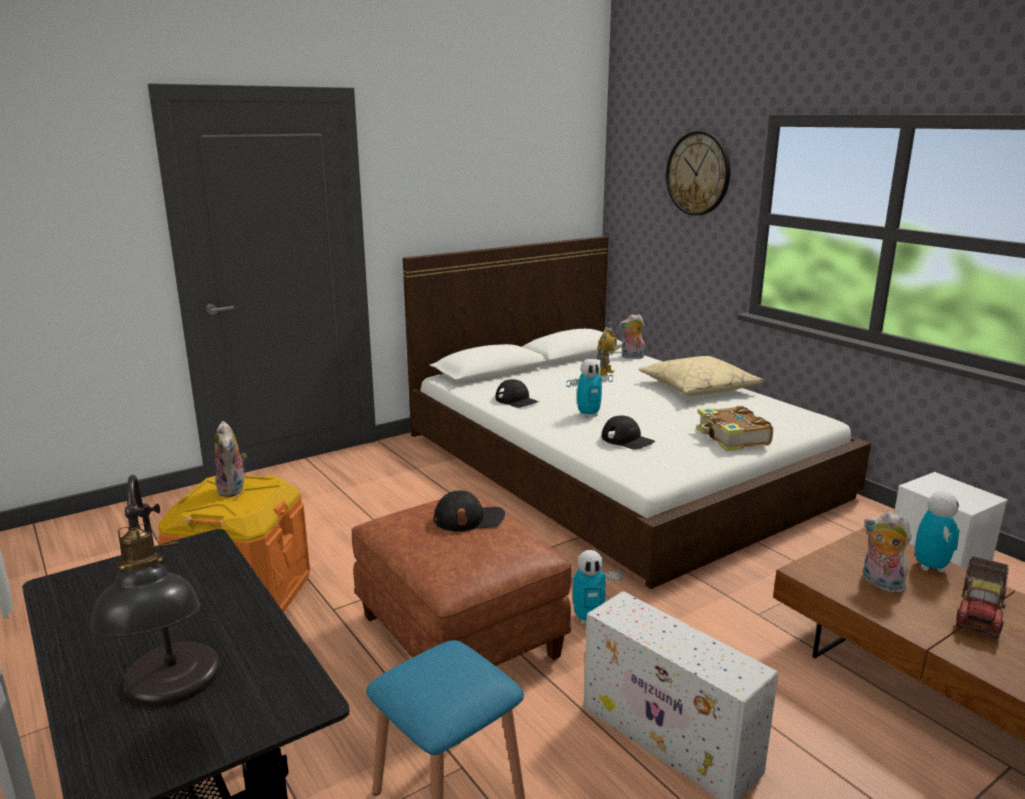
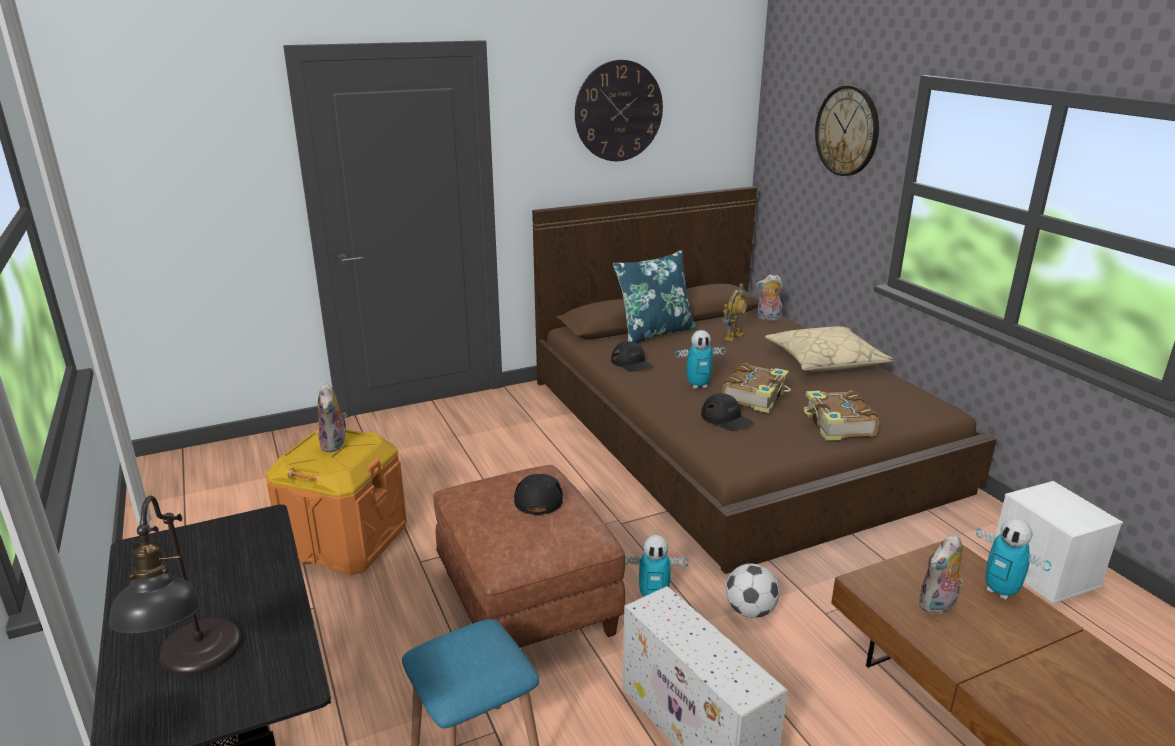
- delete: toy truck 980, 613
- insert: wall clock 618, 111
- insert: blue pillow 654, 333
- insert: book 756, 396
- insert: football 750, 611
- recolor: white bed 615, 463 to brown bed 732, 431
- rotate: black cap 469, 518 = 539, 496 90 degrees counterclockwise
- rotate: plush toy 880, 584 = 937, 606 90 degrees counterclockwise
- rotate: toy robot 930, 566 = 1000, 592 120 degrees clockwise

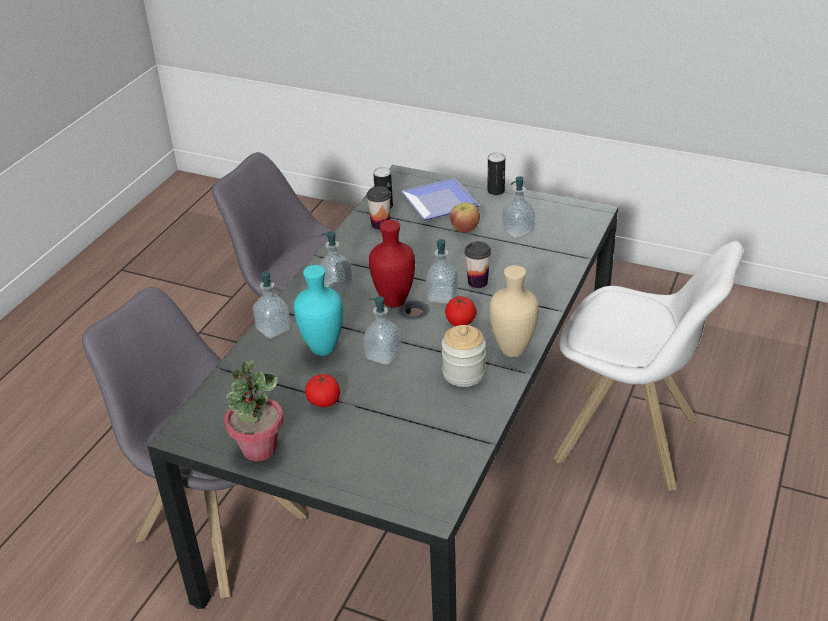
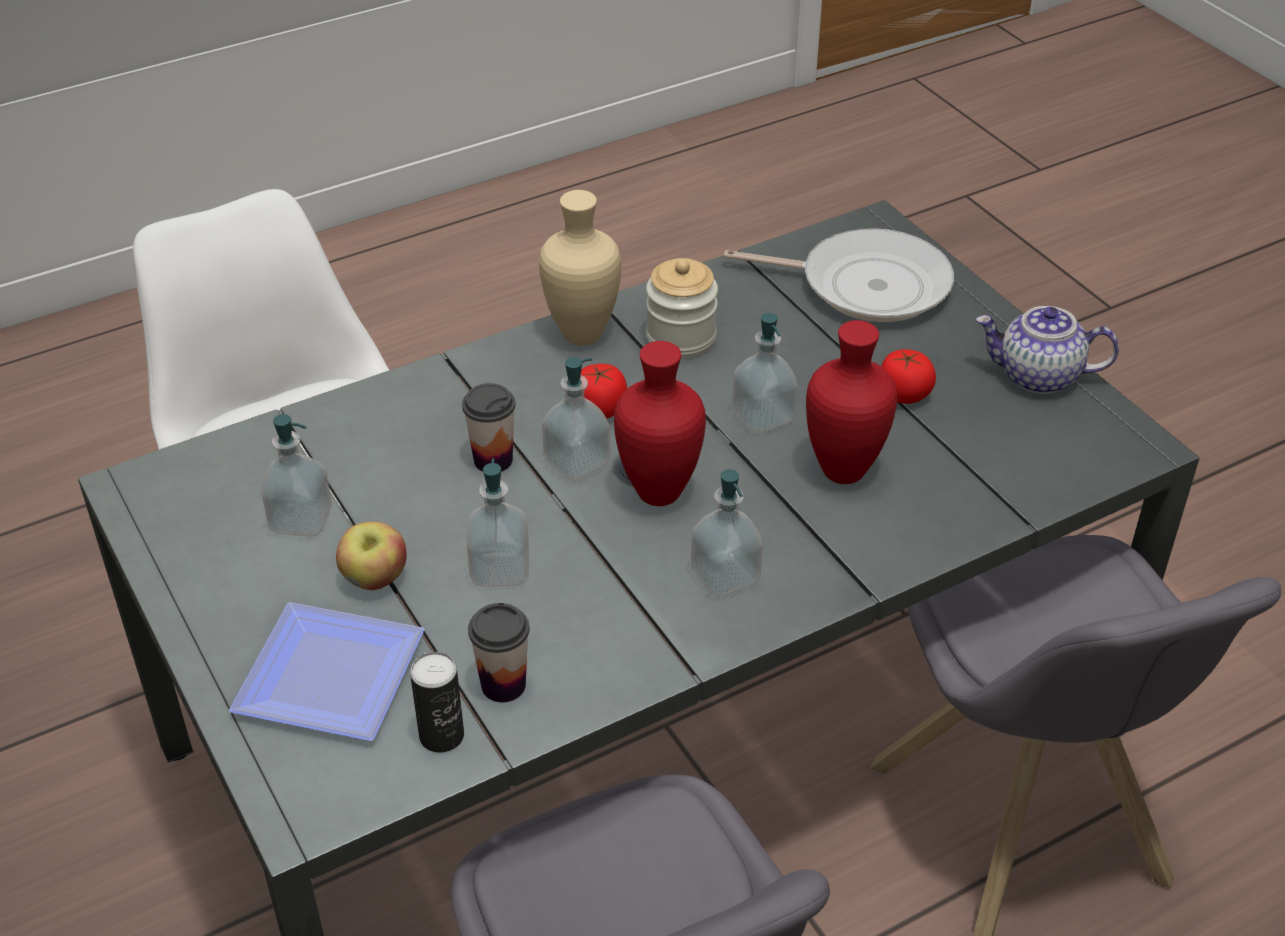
- delete: can 496, 191
- insert: frying pan 866, 285
- move: soap dispenser 273, 329 to 500, 569
- replace: potted plant 259, 448 to teapot 1037, 376
- recolor: turquoise vase 324, 350 to red vase 842, 469

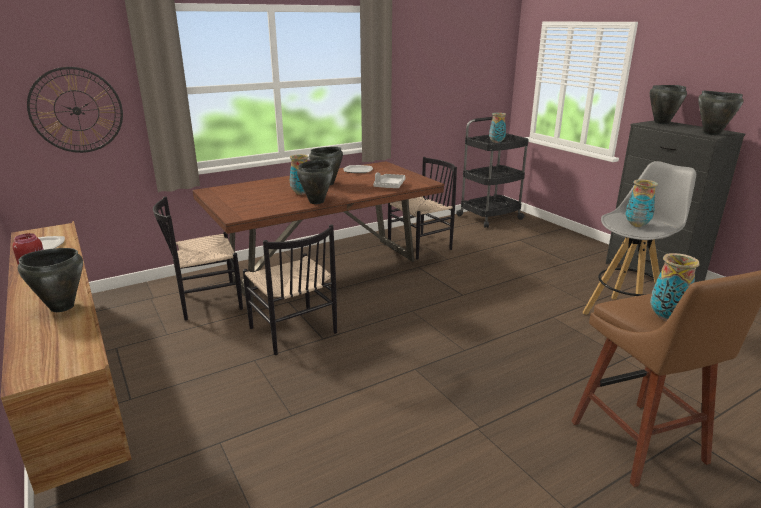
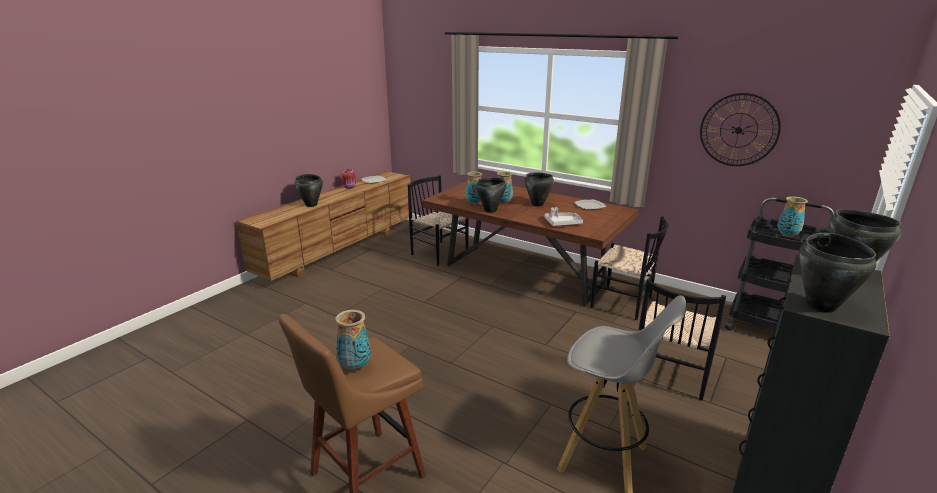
- move: wall clock 76, 110 to 738, 130
- move: black chair 294, 332 to 670, 375
- move: vase 636, 225 to 474, 203

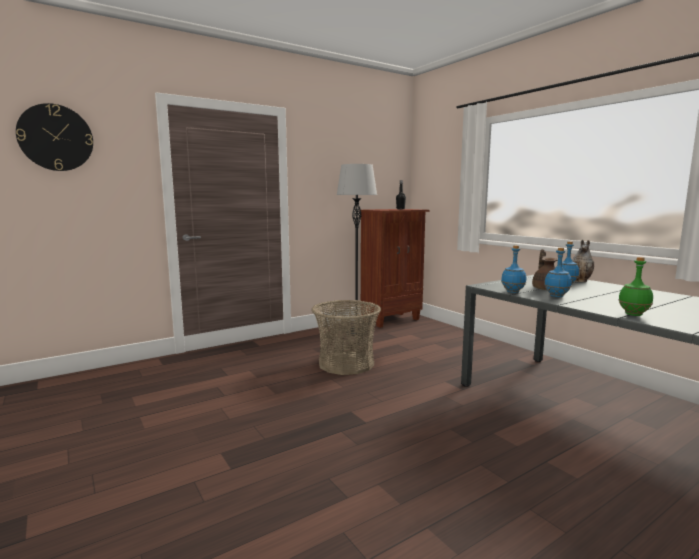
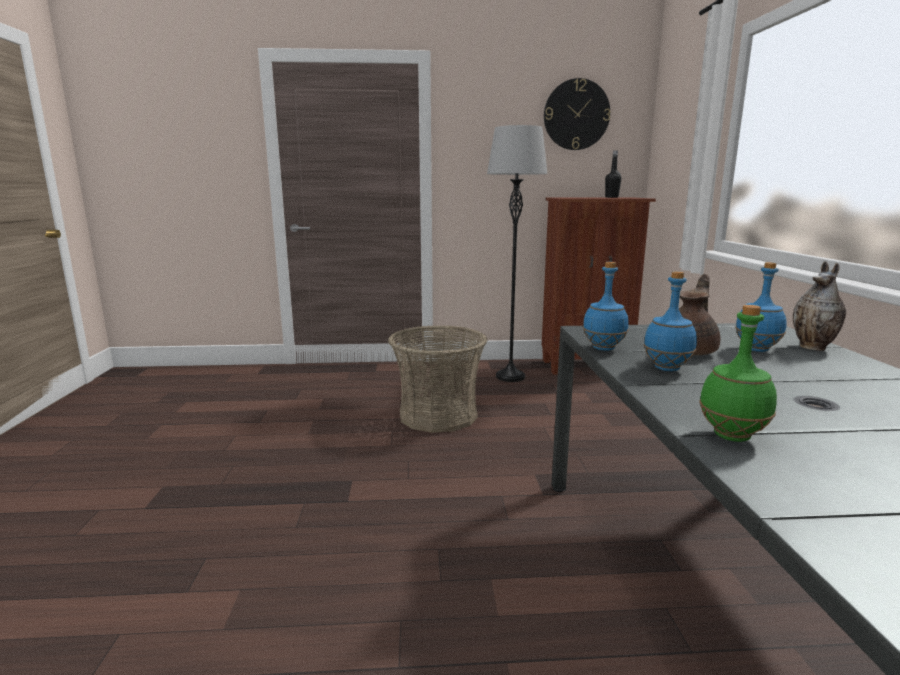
- move: wall clock 56, 137 to 576, 115

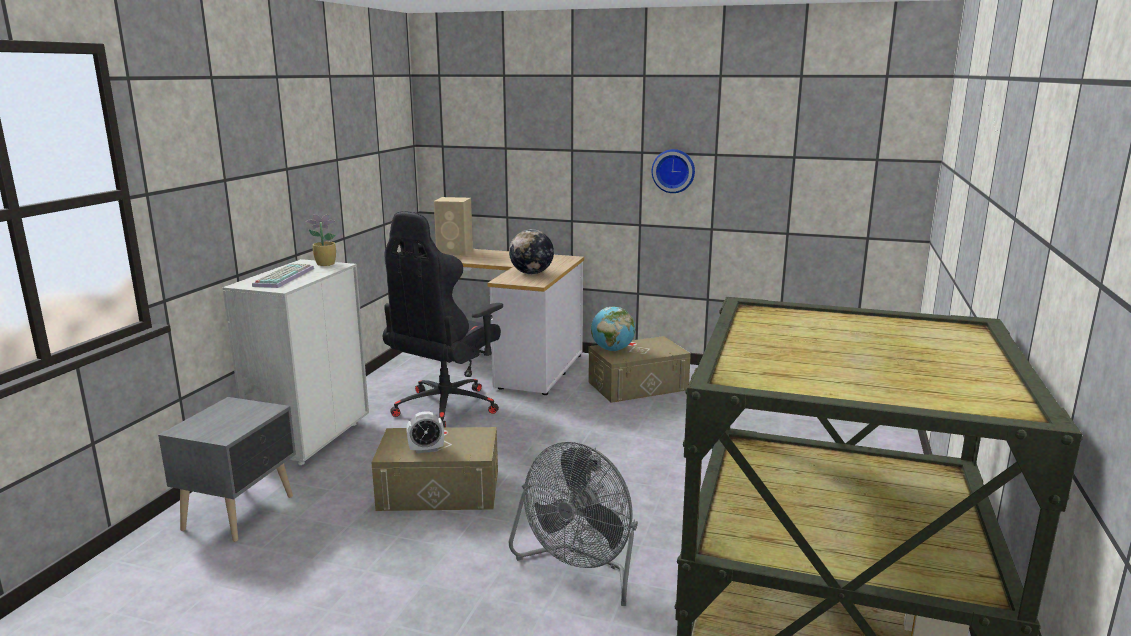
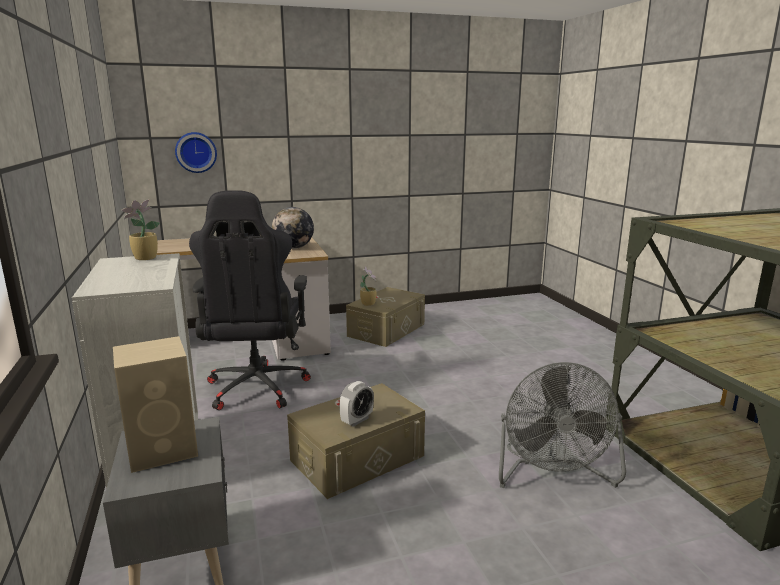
- delete: keyboard 283, 277
- move: beige speaker 455, 252 to 164, 449
- move: wall clock 673, 170 to 196, 152
- replace: globe 612, 350 to potted plant 368, 303

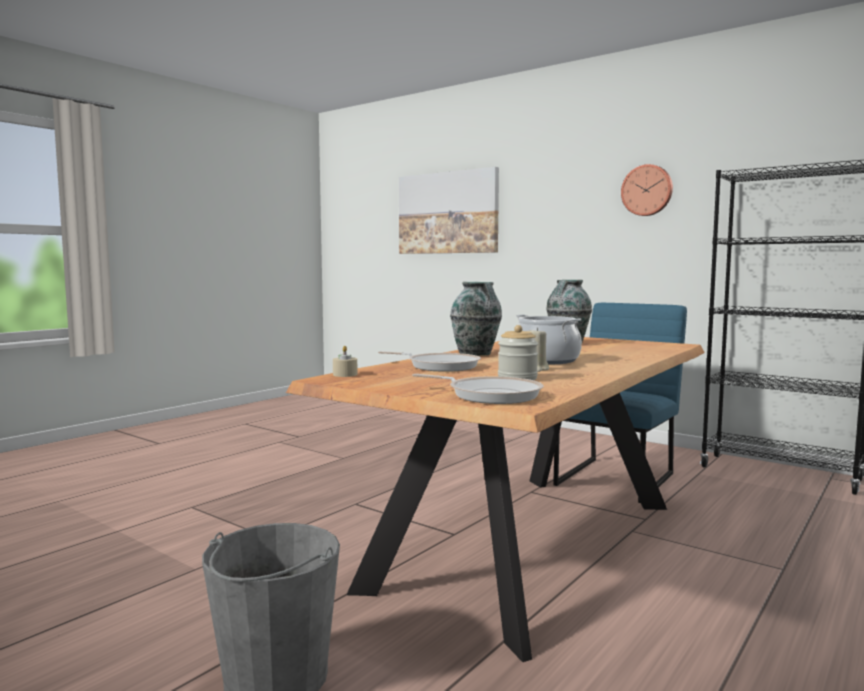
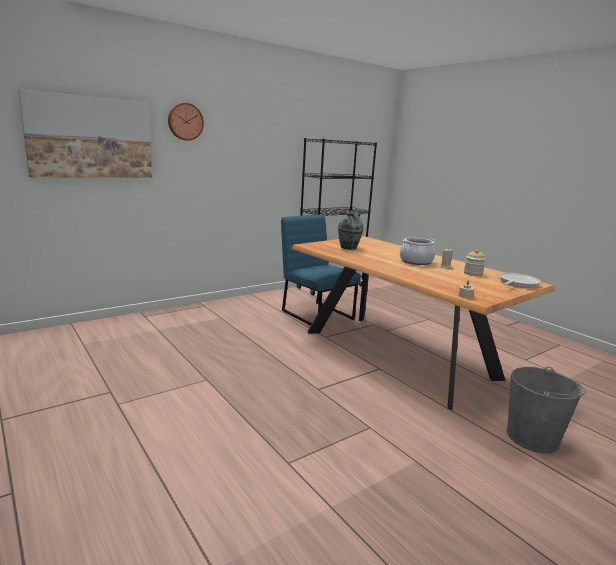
- delete: frying pan 439, 366
- delete: vase 476, 354
- move: wall clock 647, 190 to 185, 121

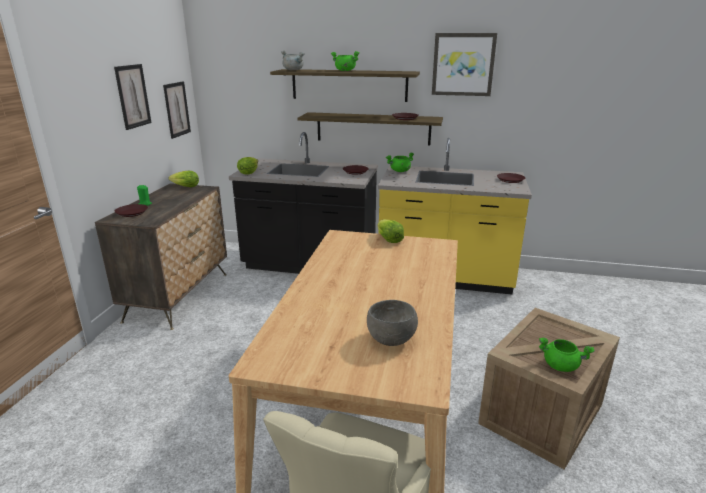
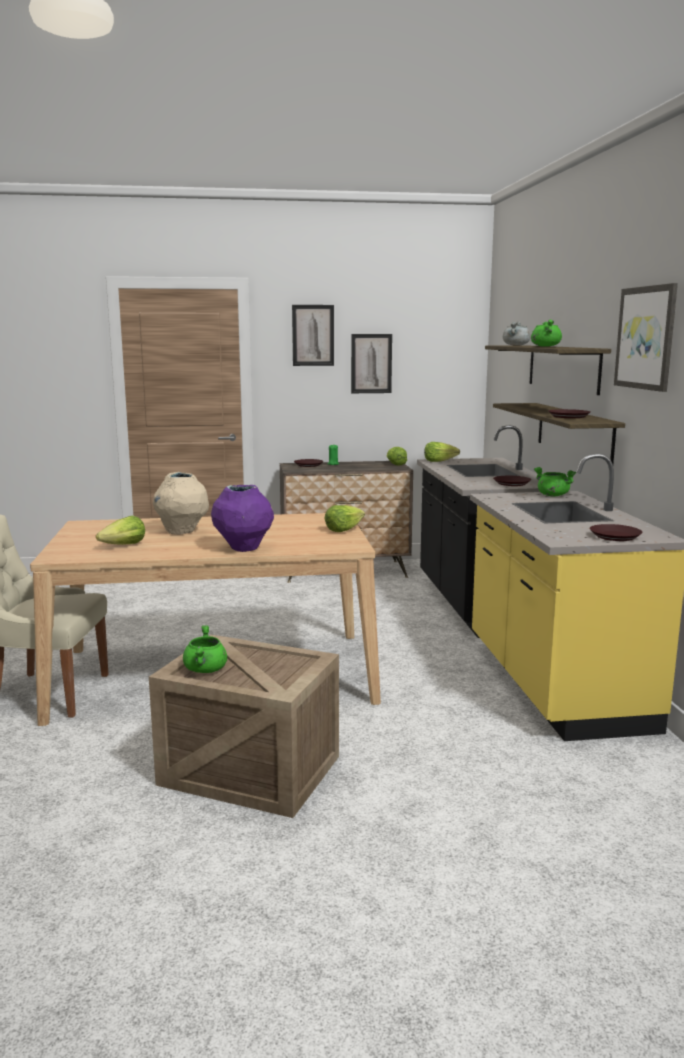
- insert: beige vase 182, 532
- insert: purple vase 244, 549
- move: picture 177, 109 to 313, 335
- replace: grey bowl 391, 339 to lettuce 124, 546

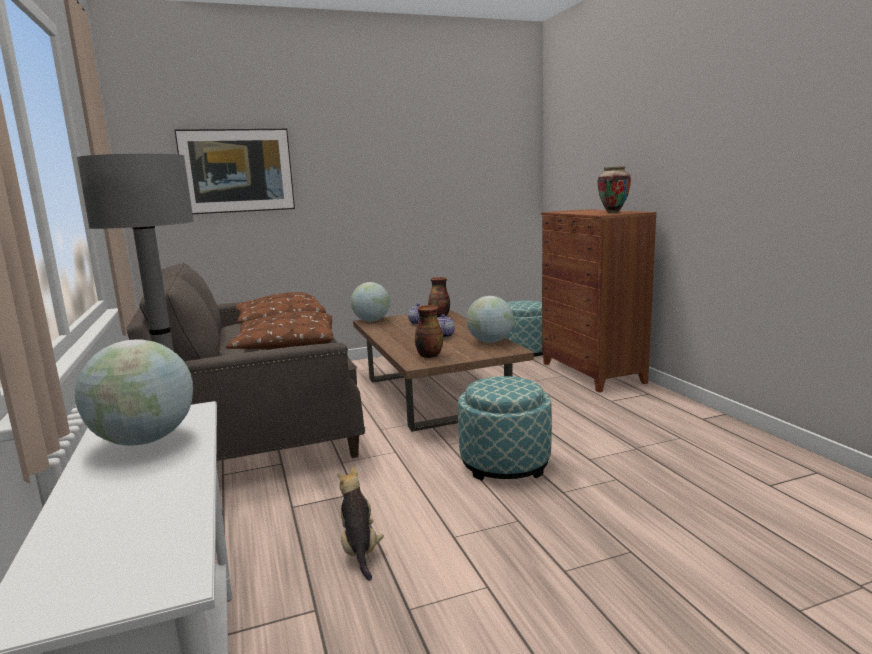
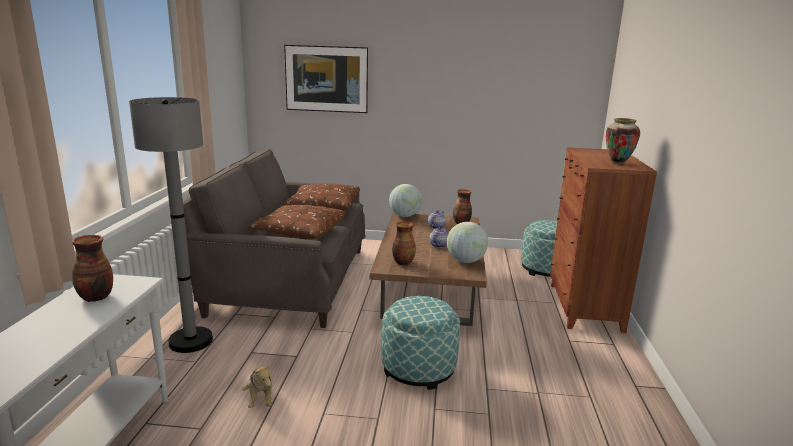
- replace: globe 145, 440 to vase 95, 297
- rotate: plush toy 359, 549 = 260, 398 150 degrees clockwise

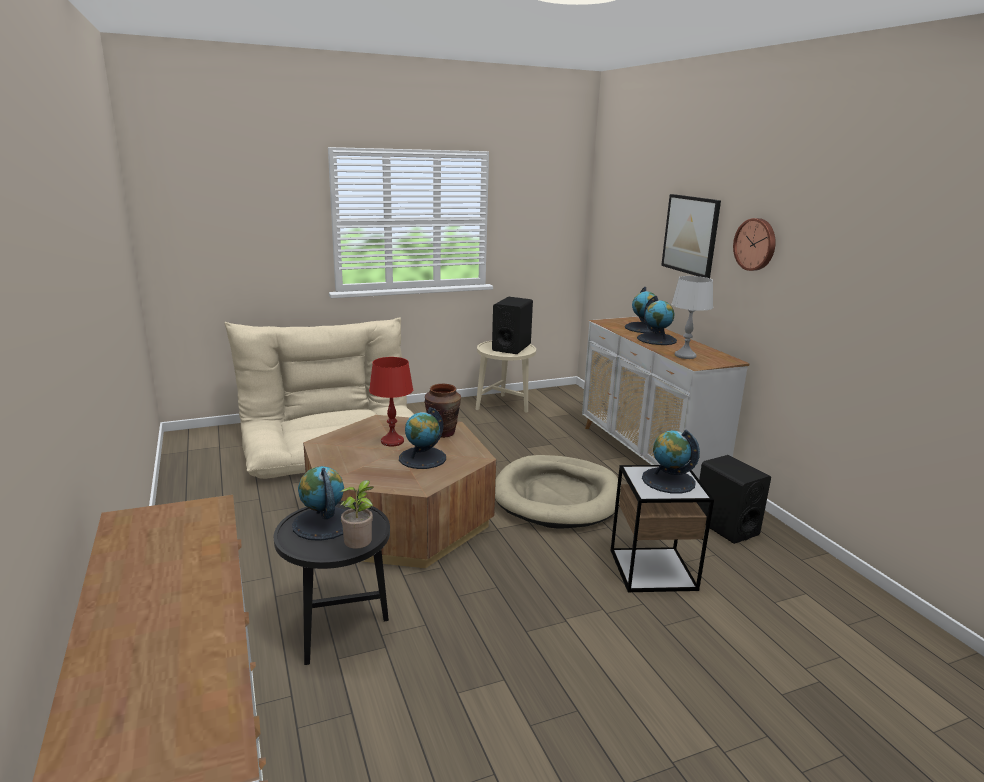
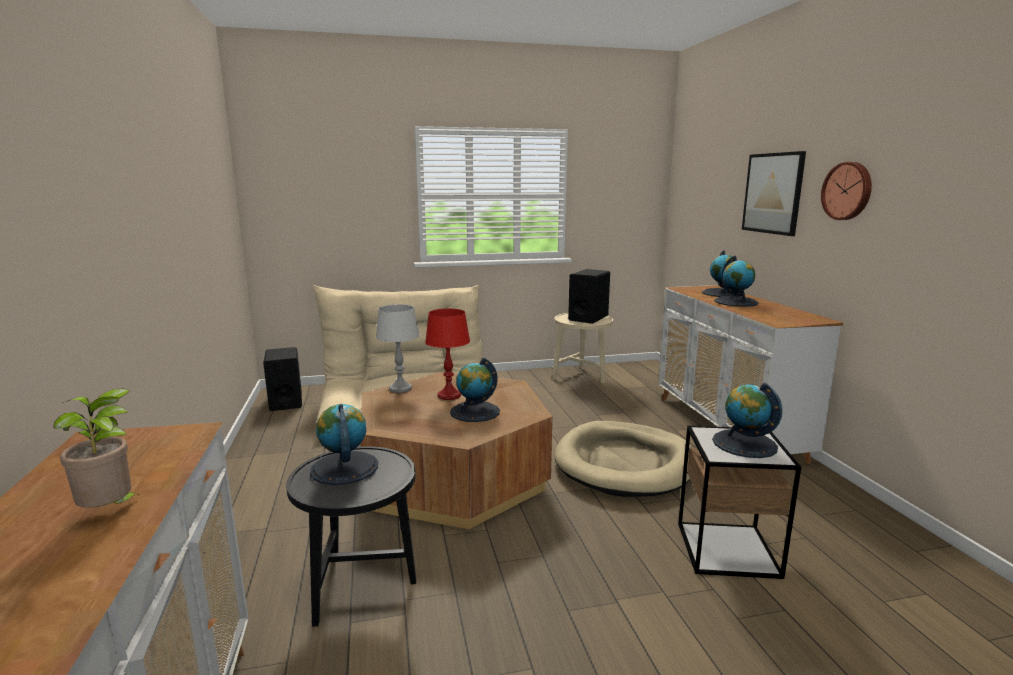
- delete: brown vase 442, 433
- move: potted plant 359, 550 to 112, 511
- move: grey table lamp 685, 356 to 400, 389
- move: black speaker 725, 526 to 286, 402

